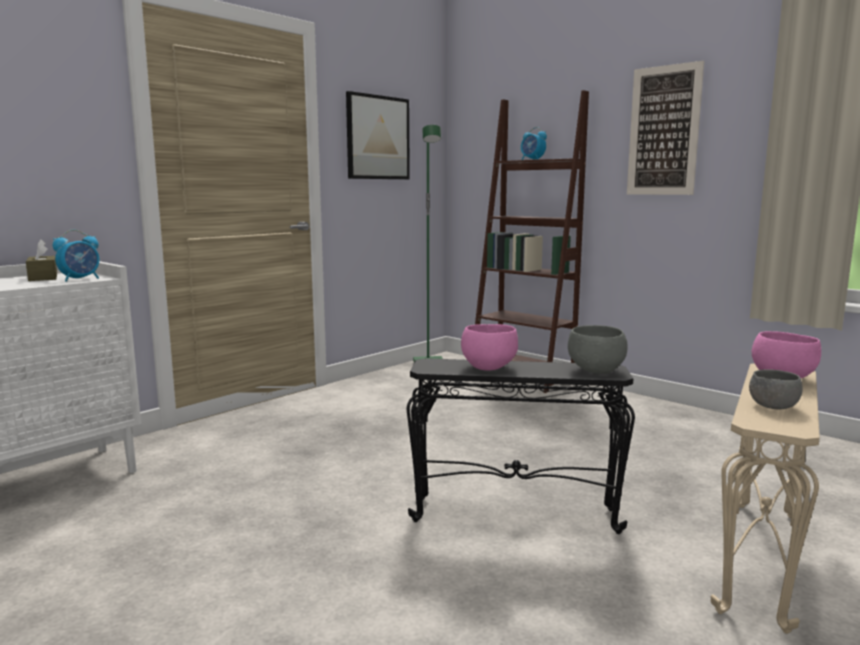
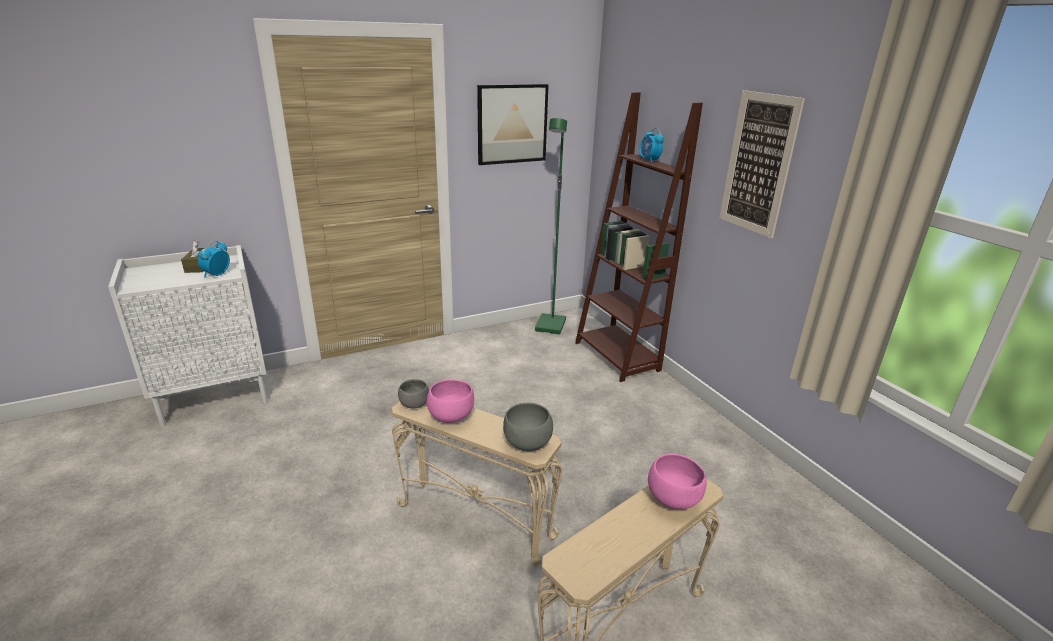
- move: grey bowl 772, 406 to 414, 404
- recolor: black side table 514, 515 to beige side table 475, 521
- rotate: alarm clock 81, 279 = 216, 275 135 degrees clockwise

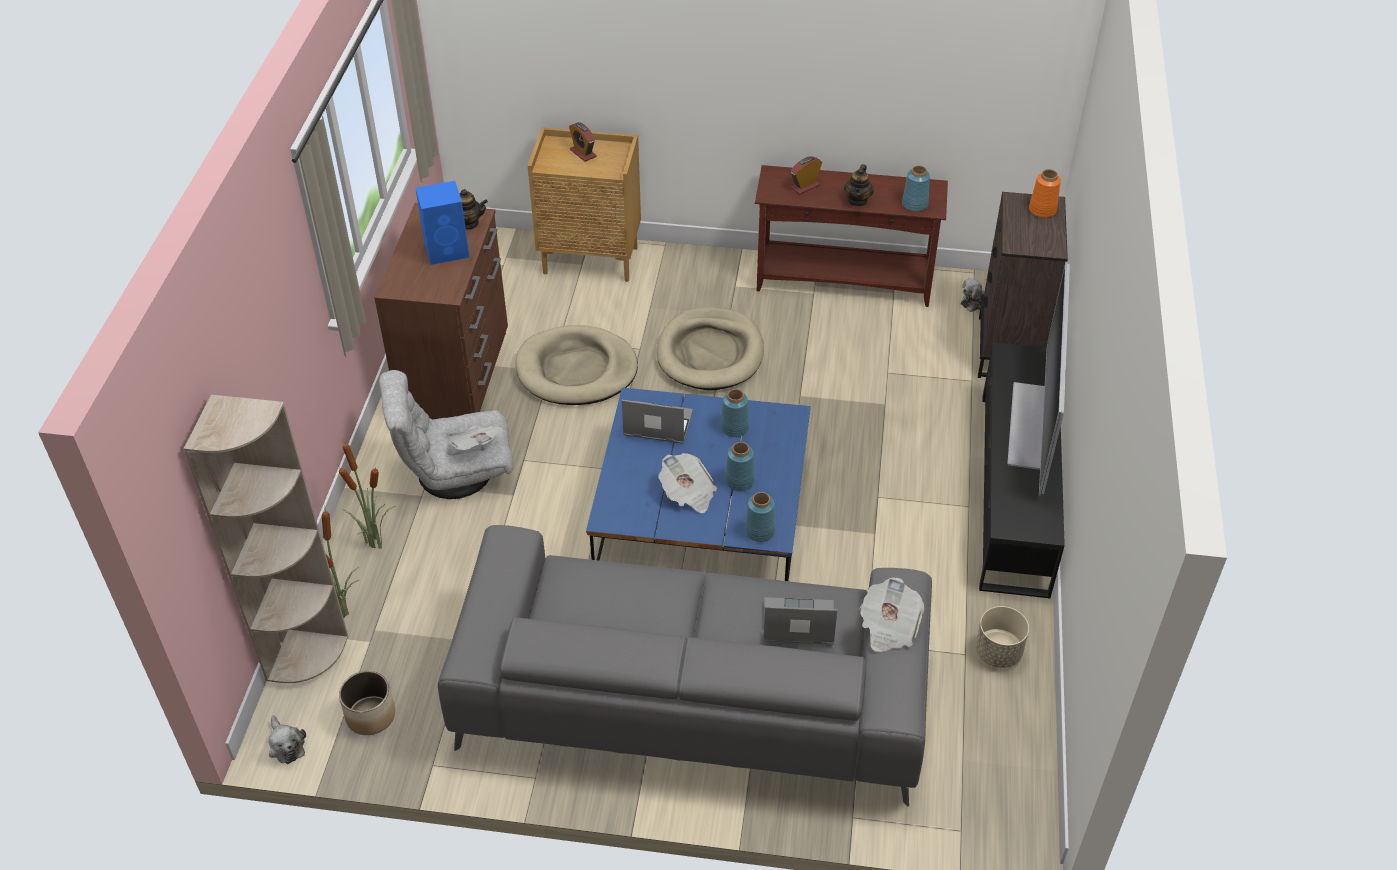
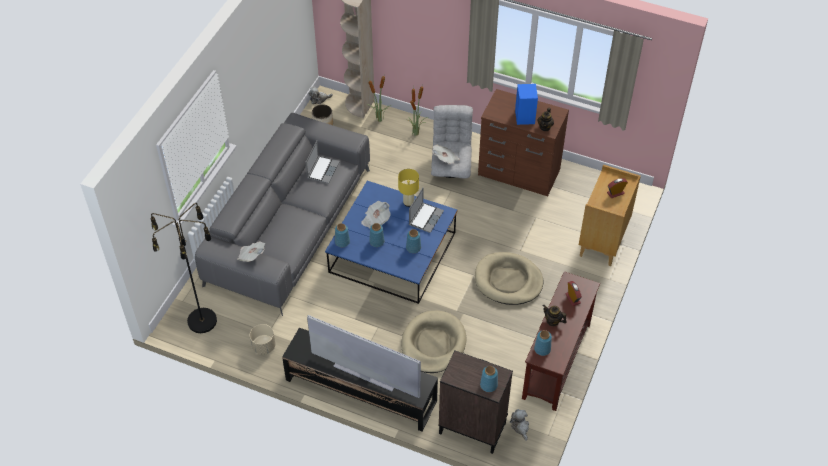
- insert: floor lamp 202, 322
- insert: yellow table lamp 408, 202
- move: beige dog bed 576, 370 to 433, 344
- move: laptop 797, 624 to 322, 170
- recolor: orange vase 1042, 210 to blue vase 489, 385

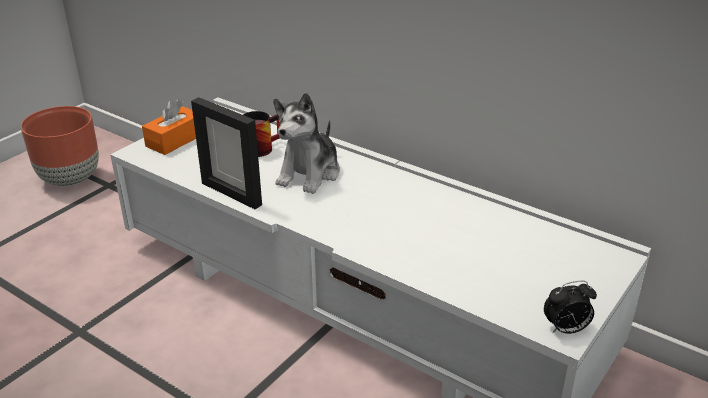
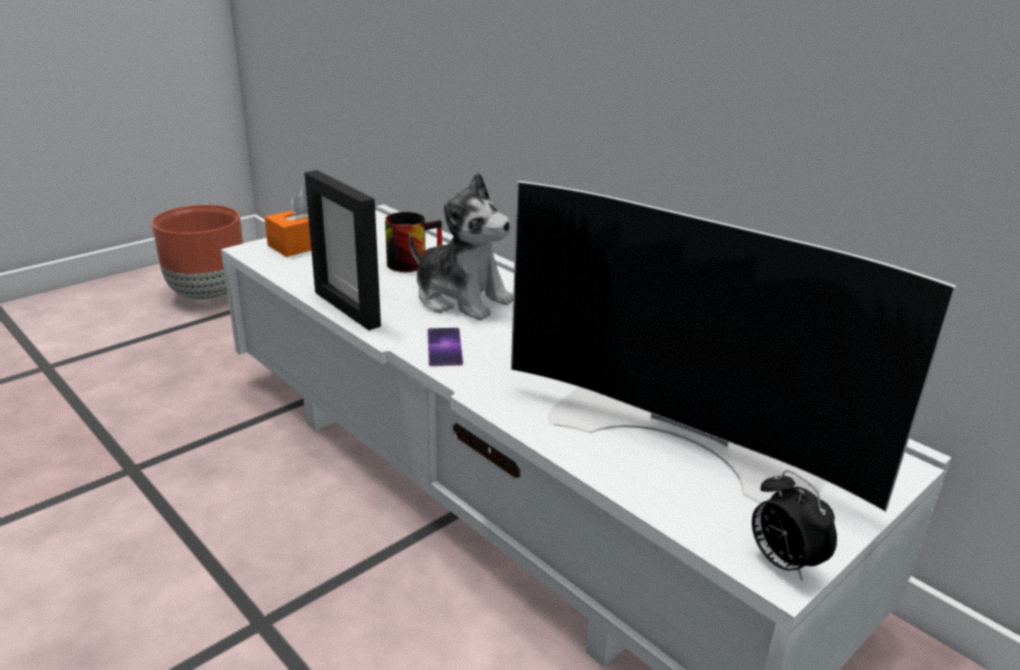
- insert: phone 444, 347
- insert: television 687, 438
- rotate: plush toy 310, 174 = 462, 298 90 degrees counterclockwise
- rotate: alarm clock 566, 329 = 782, 562 60 degrees clockwise

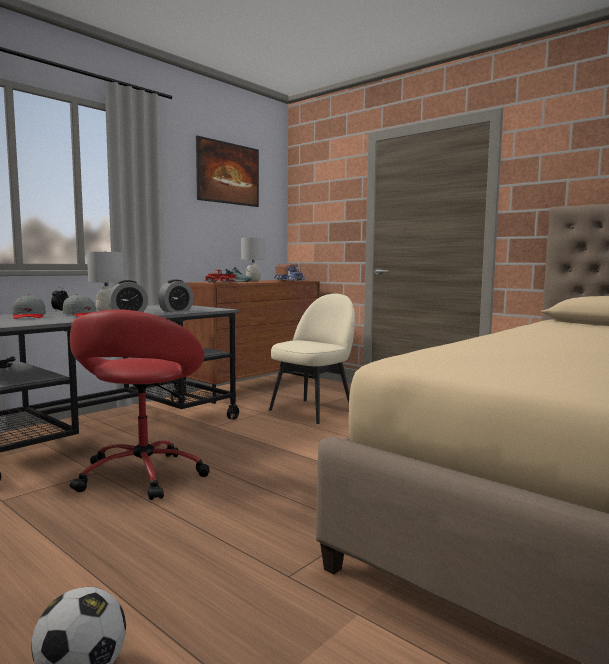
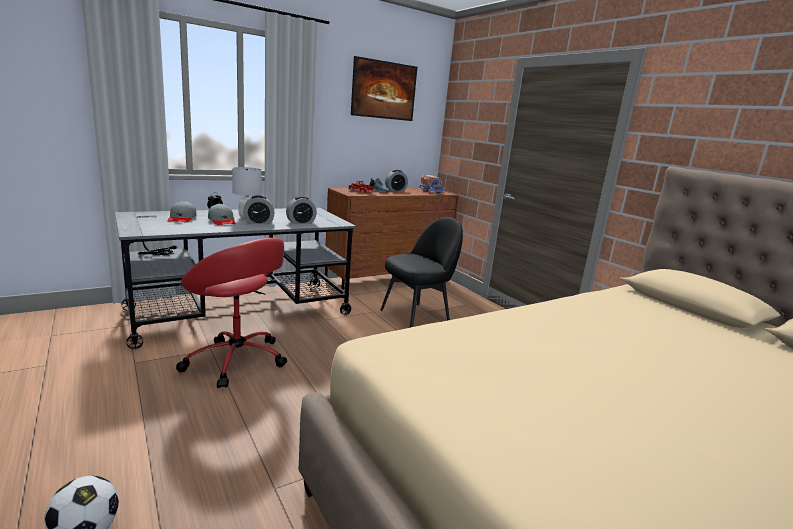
- replace: grey table lamp 253, 281 to alarm clock 395, 190
- recolor: beige chair 313, 410 to black chair 416, 317
- rotate: red office chair 141, 477 = 237, 361 75 degrees counterclockwise

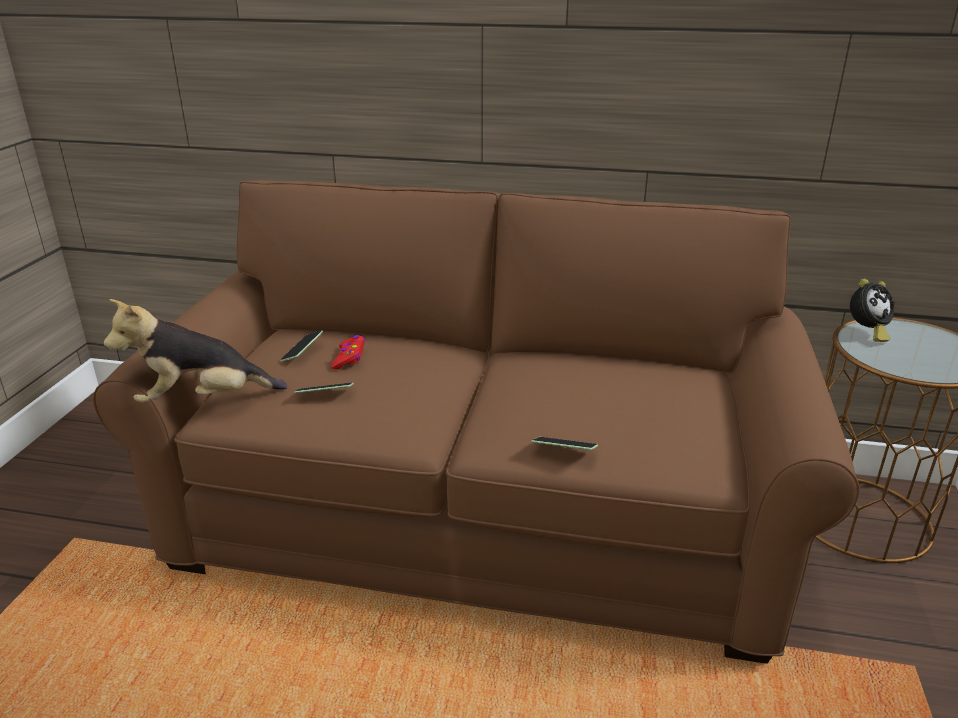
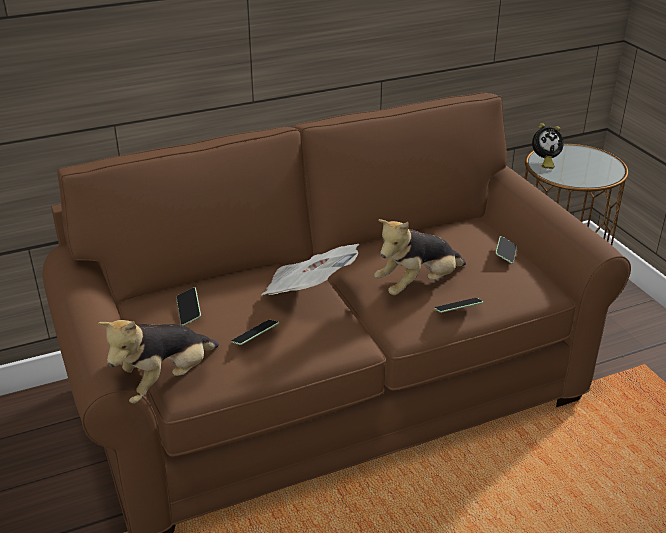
- delete: red game controller 349, 358
- insert: newspaper 309, 291
- insert: plush toy 418, 285
- insert: phone 505, 254
- rotate: alarm clock 866, 332 = 544, 162 45 degrees clockwise

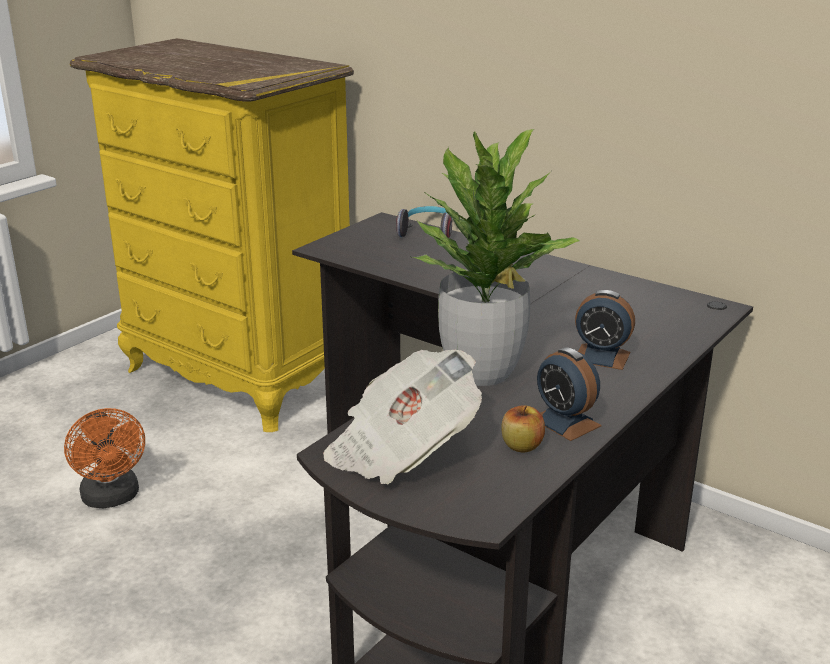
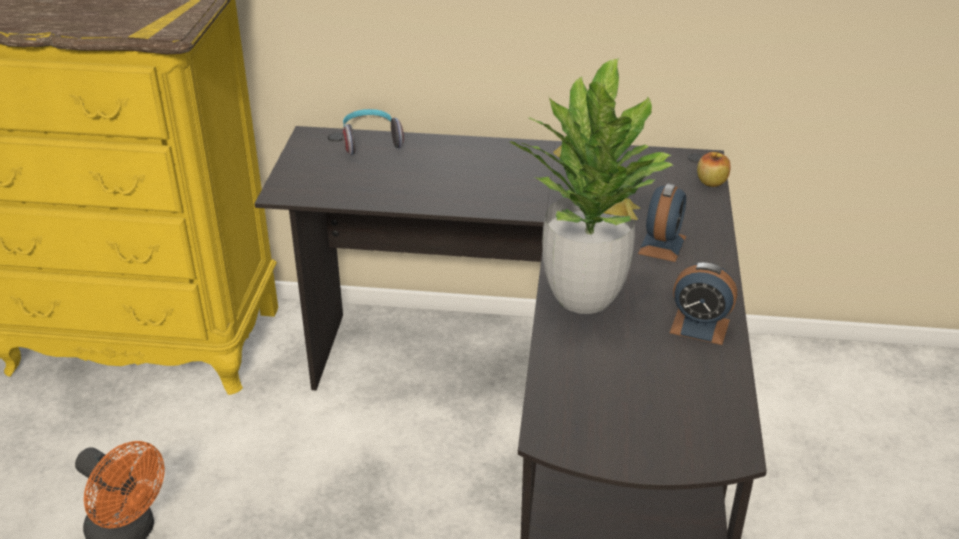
- delete: newspaper 401, 450
- move: apple 522, 446 to 711, 182
- rotate: alarm clock 601, 357 = 662, 245 60 degrees counterclockwise

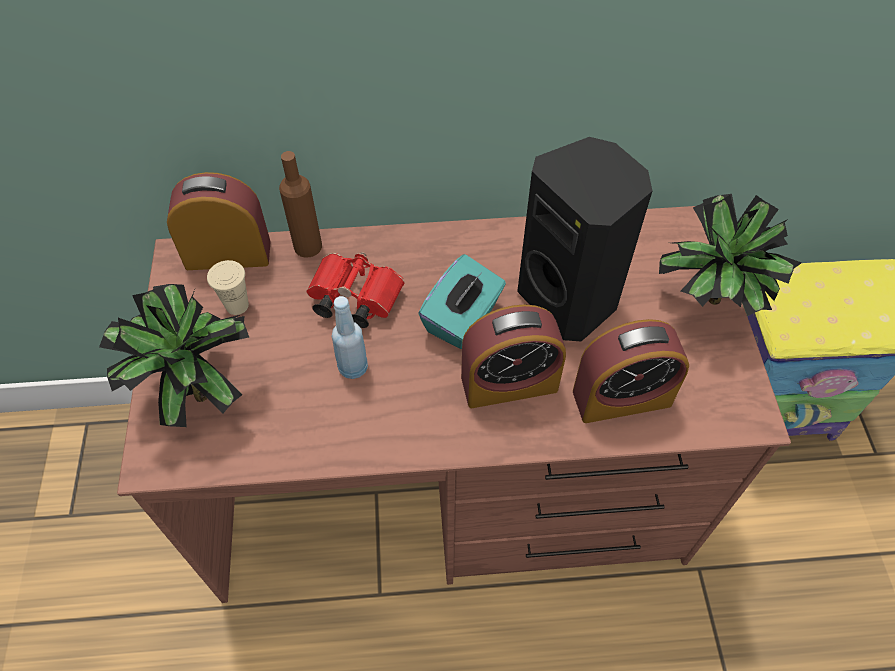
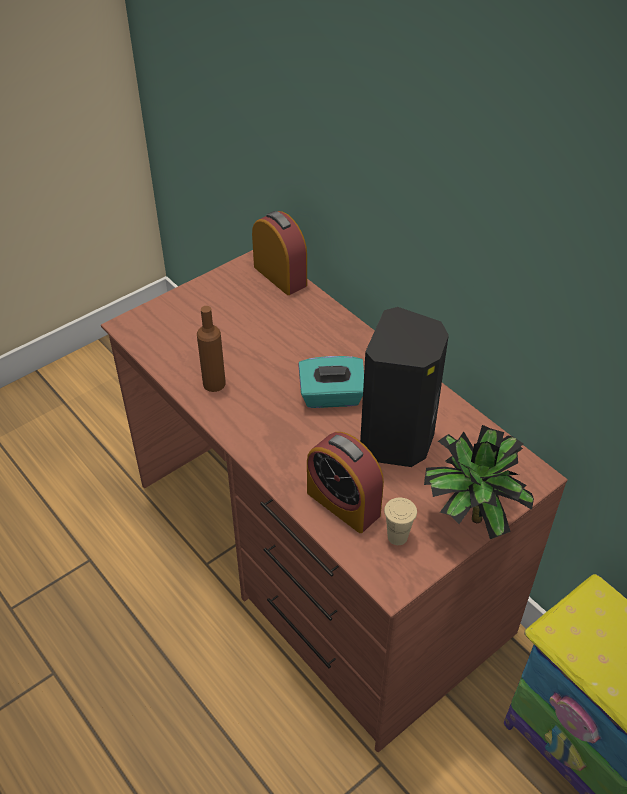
- delete: potted plant 194, 391
- delete: red binoculars 352, 299
- delete: blue bottle 353, 367
- delete: alarm clock 509, 383
- move: beige cup 237, 305 to 397, 537
- move: brown bottle 308, 246 to 214, 383

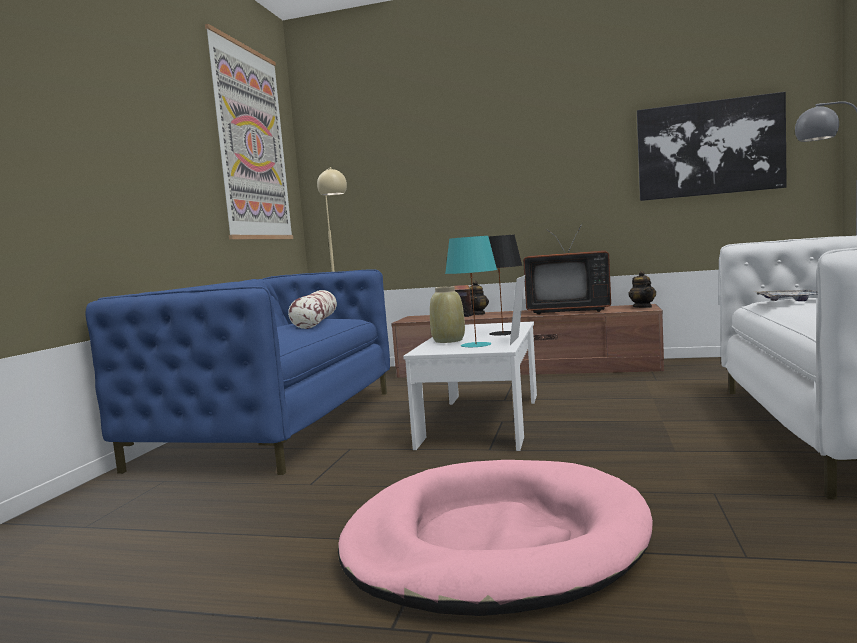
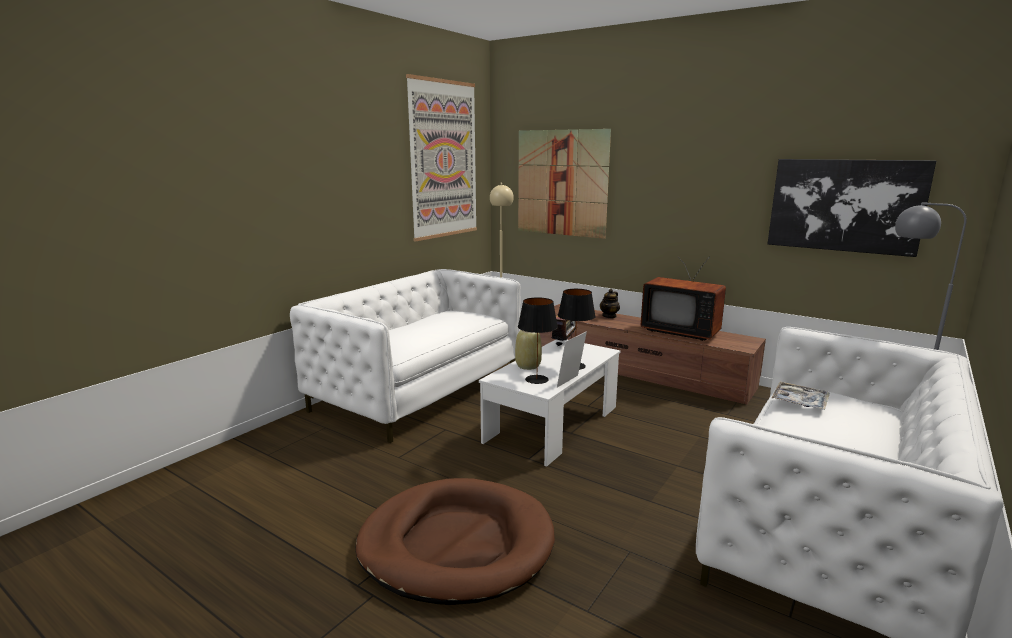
- delete: pillow 315, 322
- delete: teapot 643, 307
- insert: picture 561, 183
- recolor: blue sofa 276, 425 to white sofa 419, 390
- recolor: pink dog bed 493, 543 to brown dog bed 456, 544
- recolor: turquoise table lamp 476, 345 to black table lamp 537, 379

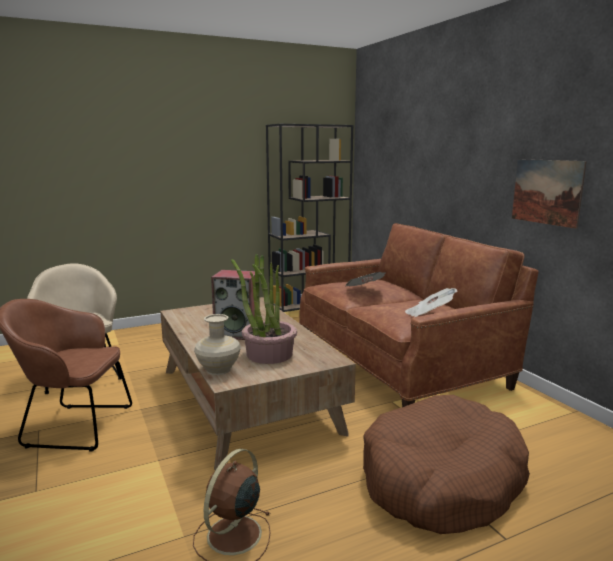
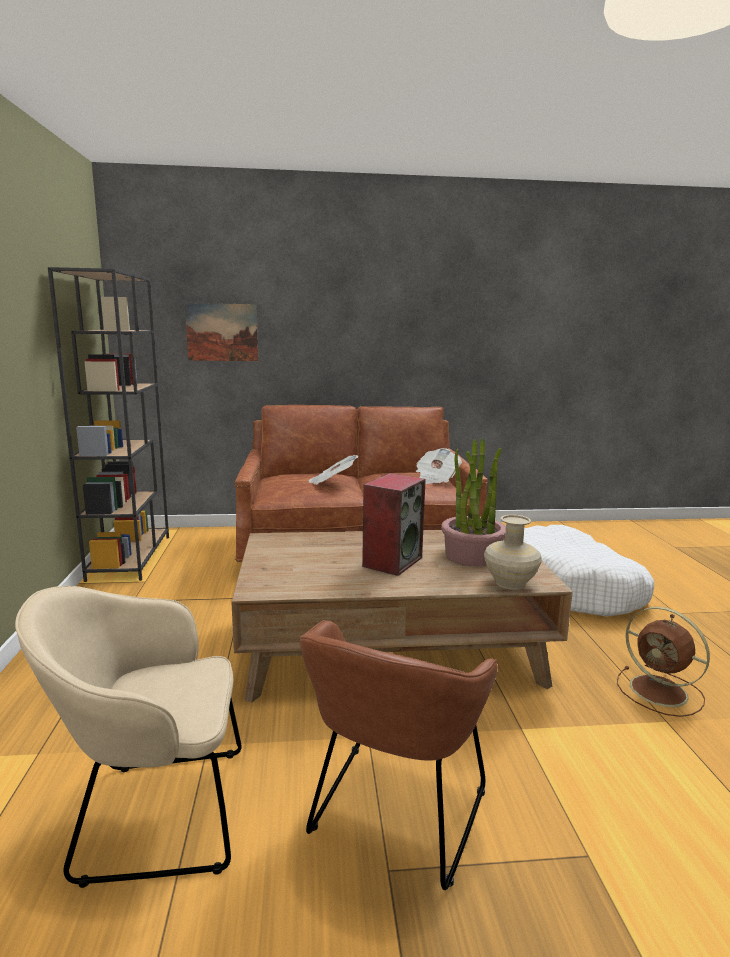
- move: picture 546, 192 to 222, 332
- recolor: brown dog bed 441, 480 to white dog bed 575, 587

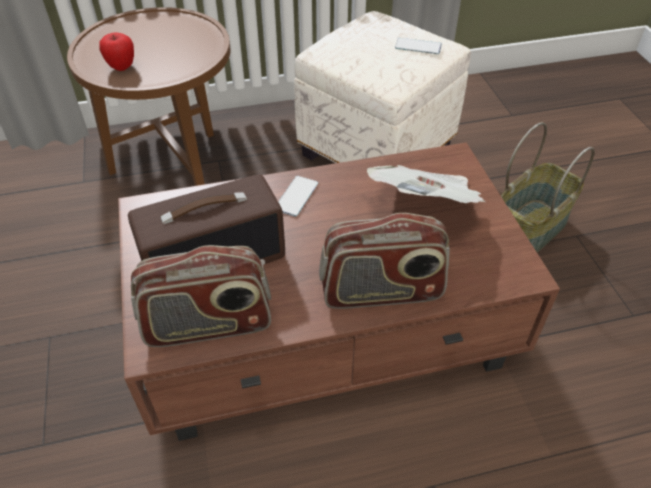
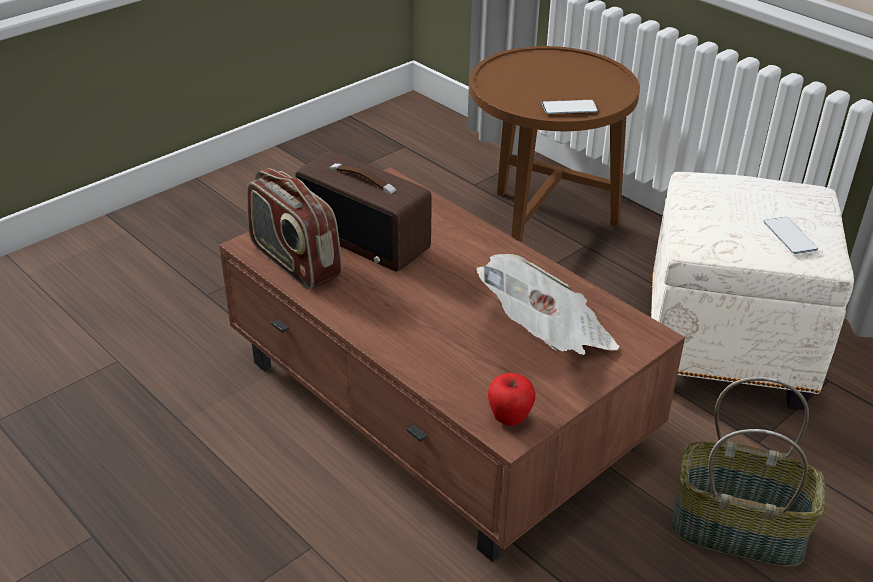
- delete: radio 381, 291
- move: apple 122, 67 to 509, 418
- move: phone 296, 196 to 569, 107

